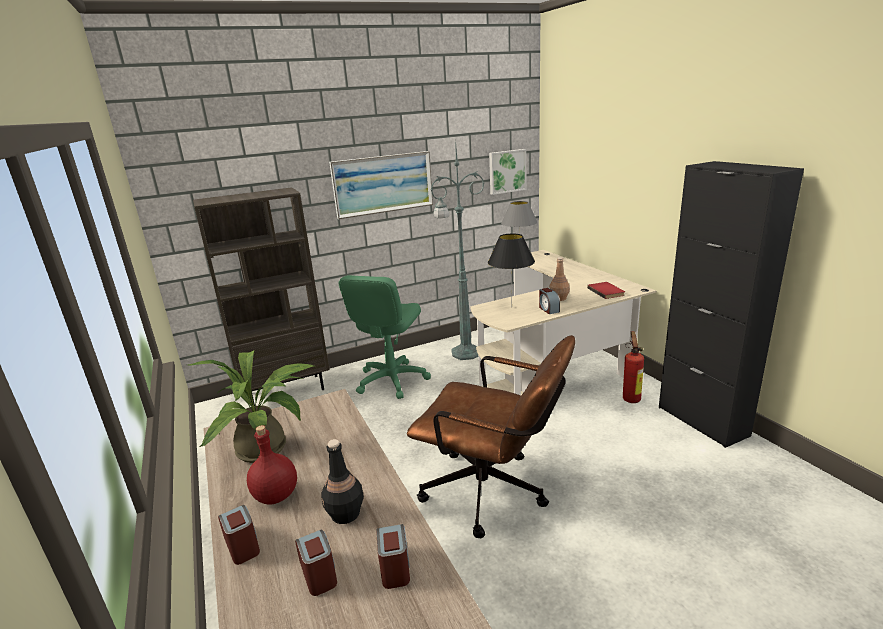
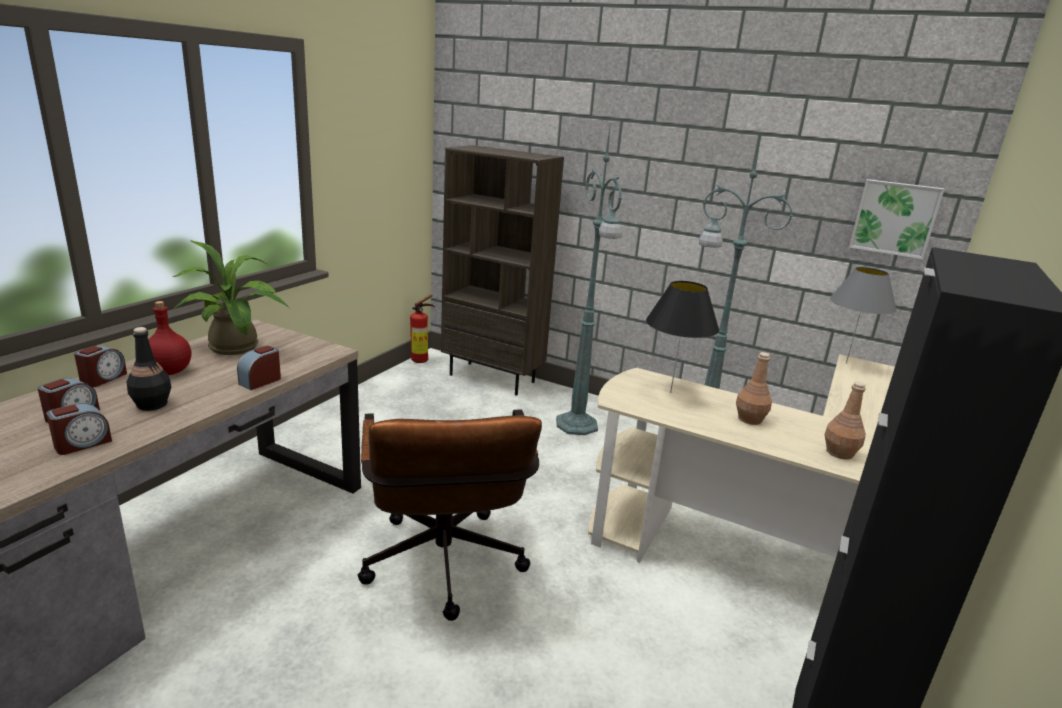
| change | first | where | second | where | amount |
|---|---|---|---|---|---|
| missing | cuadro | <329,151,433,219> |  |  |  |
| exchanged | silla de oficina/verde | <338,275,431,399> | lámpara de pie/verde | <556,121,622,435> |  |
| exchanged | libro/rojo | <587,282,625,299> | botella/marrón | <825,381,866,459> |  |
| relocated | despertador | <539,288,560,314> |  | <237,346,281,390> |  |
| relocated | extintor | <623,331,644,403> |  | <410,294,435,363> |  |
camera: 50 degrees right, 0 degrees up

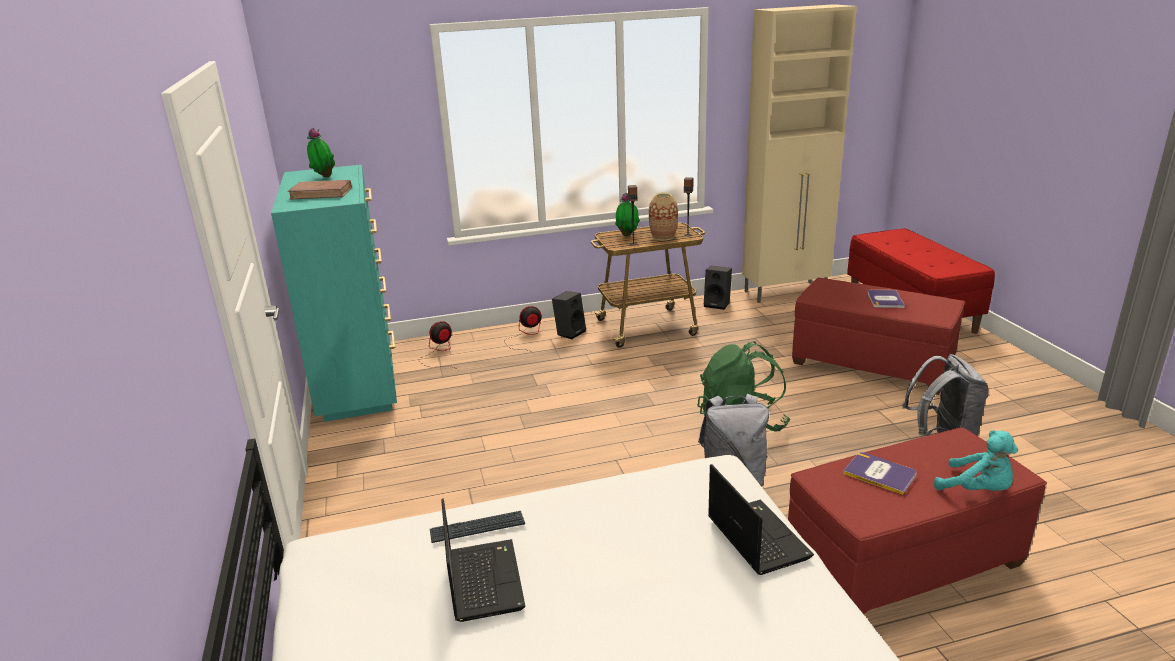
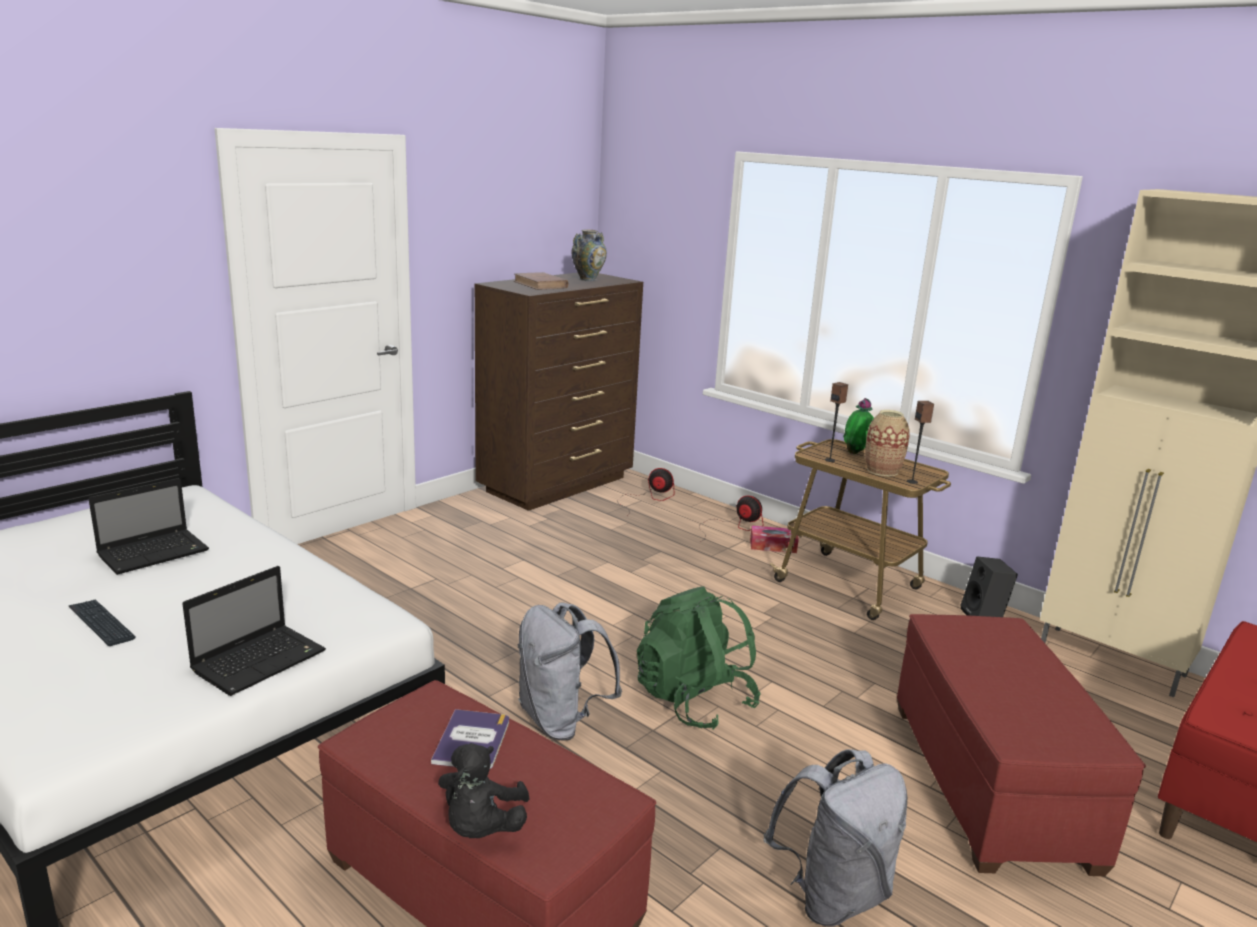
| change | first | where | second | where | amount |
|---|---|---|---|---|---|
| exchanged | planta en maceta | <307,128,335,177> | florero | <572,230,607,281> |  |
| colour | cómoda/turquesa | <271,165,397,422> | cómoda/marrón | <475,273,643,511> |  |
| missing | libro | <868,290,905,308> |  |  |  |
| exchanged | altavoz/negro | <552,291,586,339> | caja de pañuelos | <750,526,799,553> |  |
| colour | peluche/turquesa | <934,430,1018,491> | peluche/negro | <438,743,529,838> |  |
| relocated | teclado | <430,511,525,543> |  | <68,599,136,646> |  |
camera: 55 degrees right, 5 degrees down

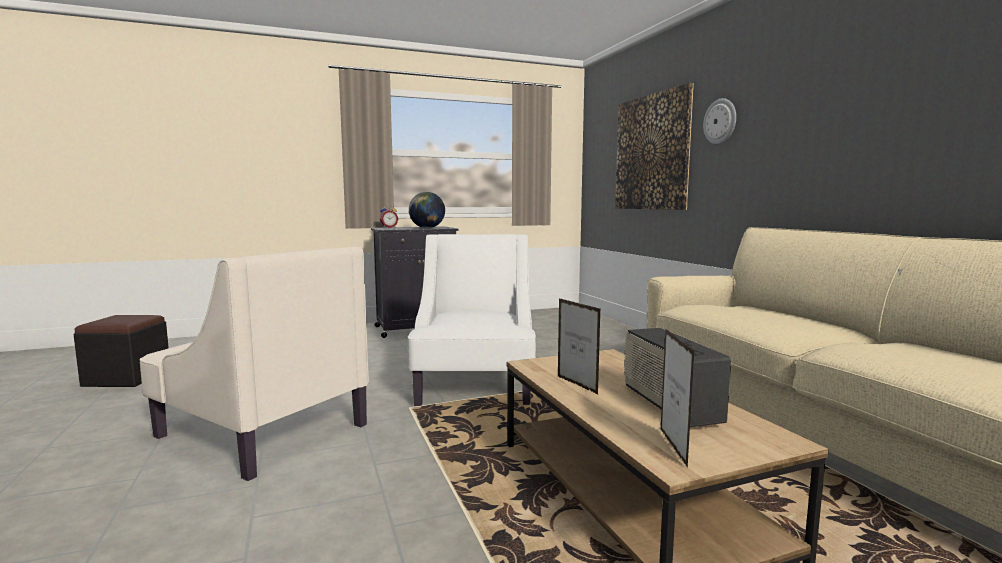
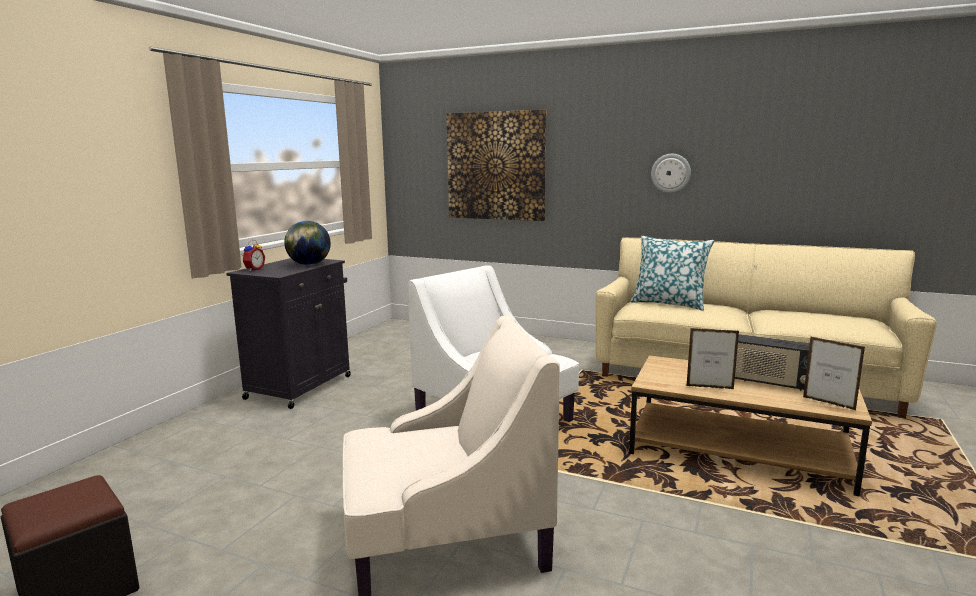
| change | first | where | second | where | amount |
|---|---|---|---|---|---|
| relocated | reloj de pared | <703,98,736,144> |  | <651,154,691,193> |  |
| appeared |  |  | cojín | <630,236,714,311> |  |
camera: 45 degrees left, 5 degrees up

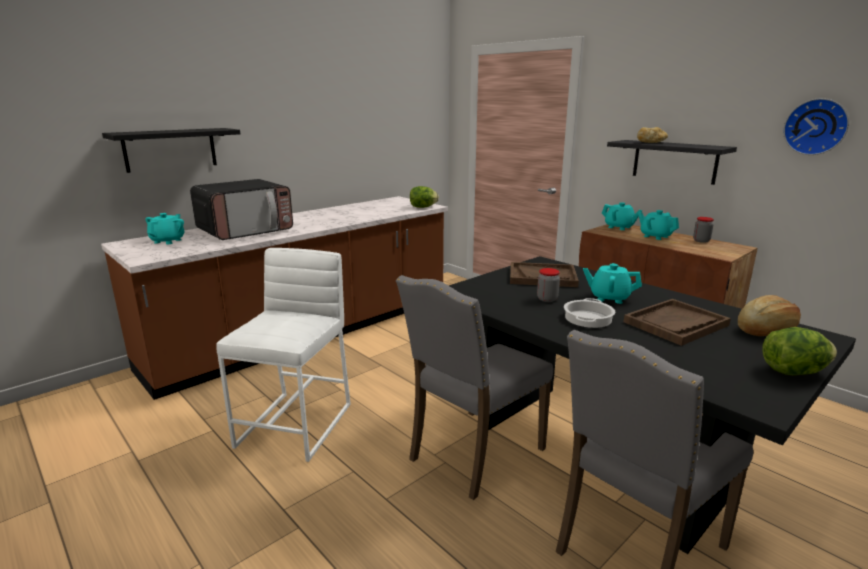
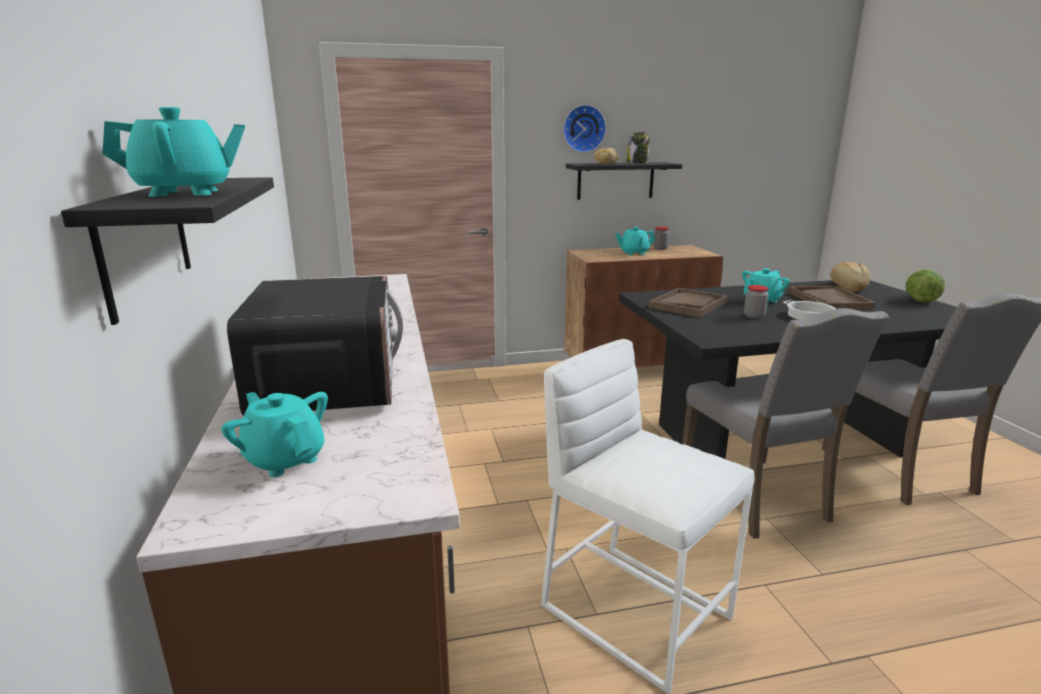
| change | first | where | second | where | amount |
|---|---|---|---|---|---|
| relocated | reloj de pared | <783,98,849,155> |  | <563,105,606,153> |  |
| missing | lechuga | <410,186,439,208> |  |  |  |
| relocated | tetera/turquesa | <602,202,642,230> |  | <102,107,245,197> |  |
| appeared |  |  | tarro | <627,132,650,164> |  |
camera: 60 degrees left, 0 degrees up

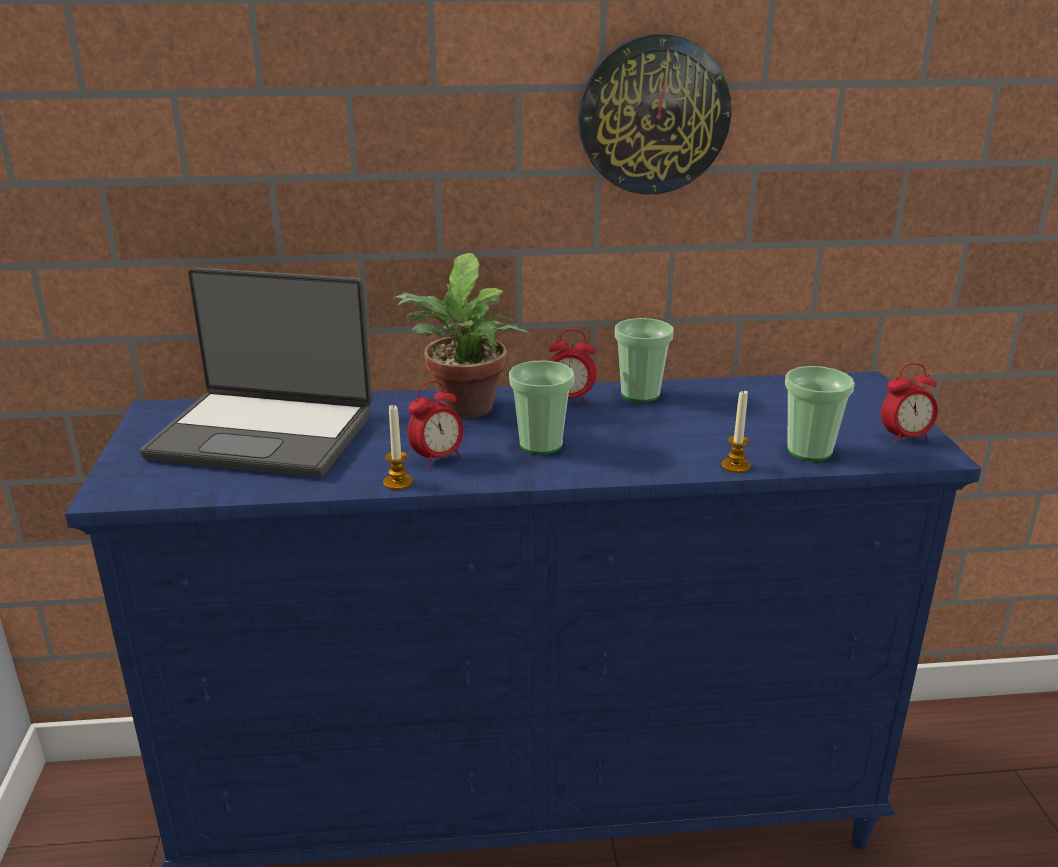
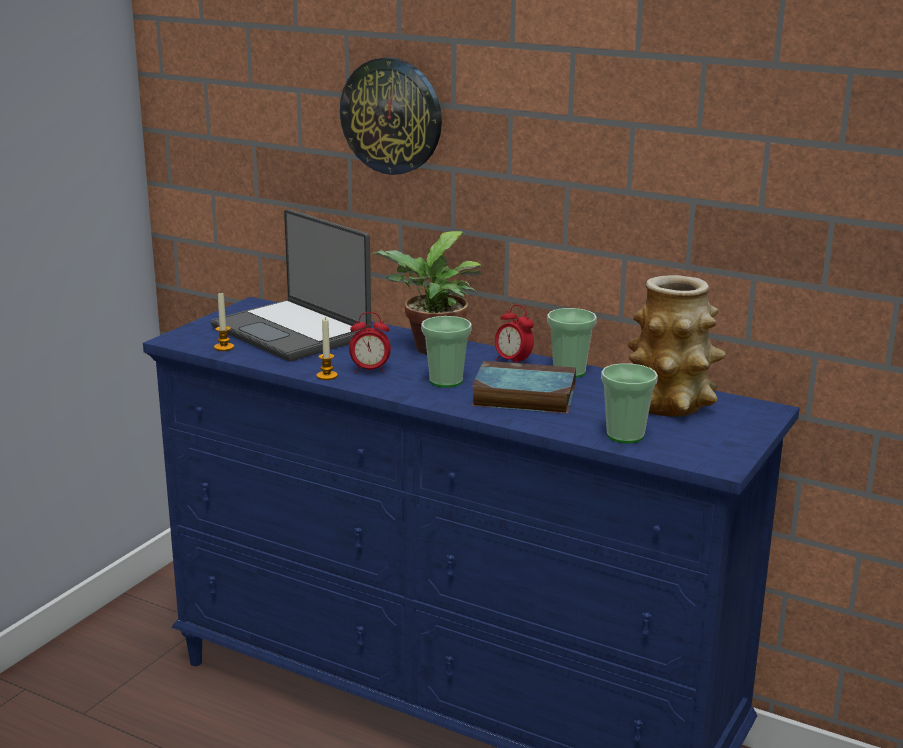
| change | first | where | second | where | amount |
|---|---|---|---|---|---|
| relocated | reloj de pared | <578,34,731,194> |  | <340,57,442,175> |  |
| missing | despertador | <881,363,938,445> |  |  |  |
| relocated | vela | <722,390,751,473> |  | <214,291,234,351> |  |
| appeared |  |  | florero | <628,275,726,417> |  |
| appeared |  |  | libro | <471,361,576,414> |  |
camera: 35 degrees right, 5 degrees down

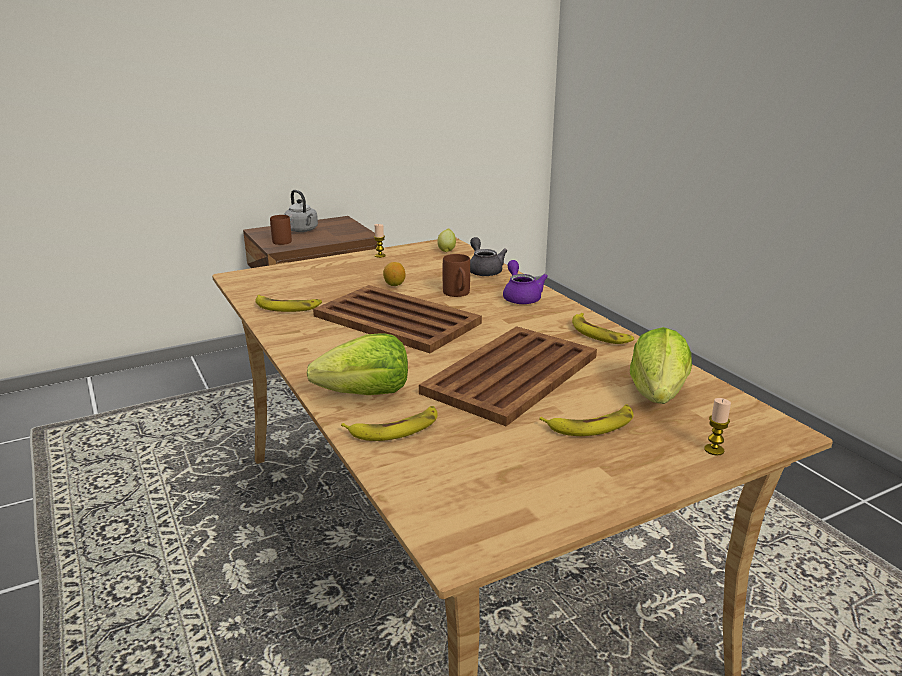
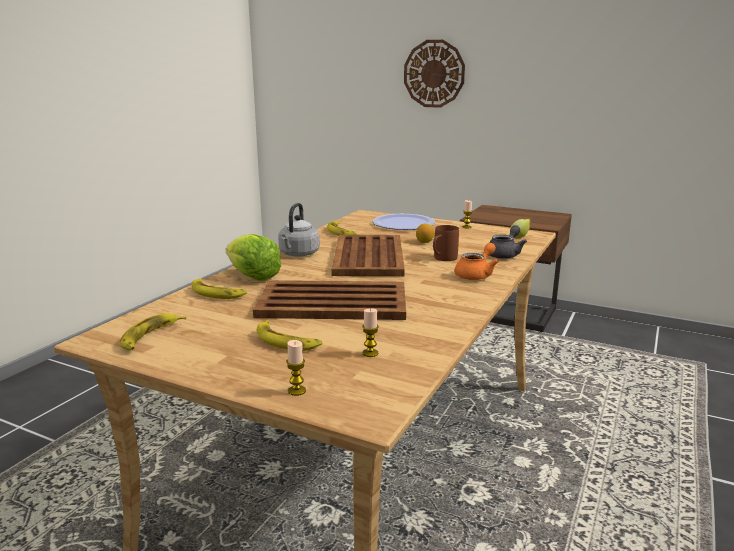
| change | first | where | second | where | amount |
|---|---|---|---|---|---|
| relocated | hervidor/gris | <284,190,318,232> |  | <278,203,320,257> |  |
| missing | taza grande/marrón | <270,215,292,245> |  |  |  |
| colour | tetera/morado | <503,260,548,304> | tetera/naranja | <454,243,499,280> |  |
| relocated | plátano | <572,313,634,344> |  | <120,313,186,350> |  |
| exchanged | lechuga | <630,327,692,404> | vela | <362,308,379,357> |  |
| appeared |  |  | reloj de pared | <404,40,465,108> |  |
| appeared |  |  | plato | <372,214,435,230> |  |
camera: 55 degrees right, 5 degrees down

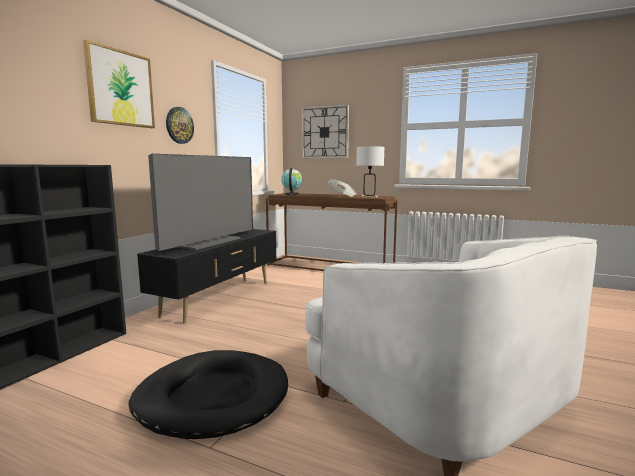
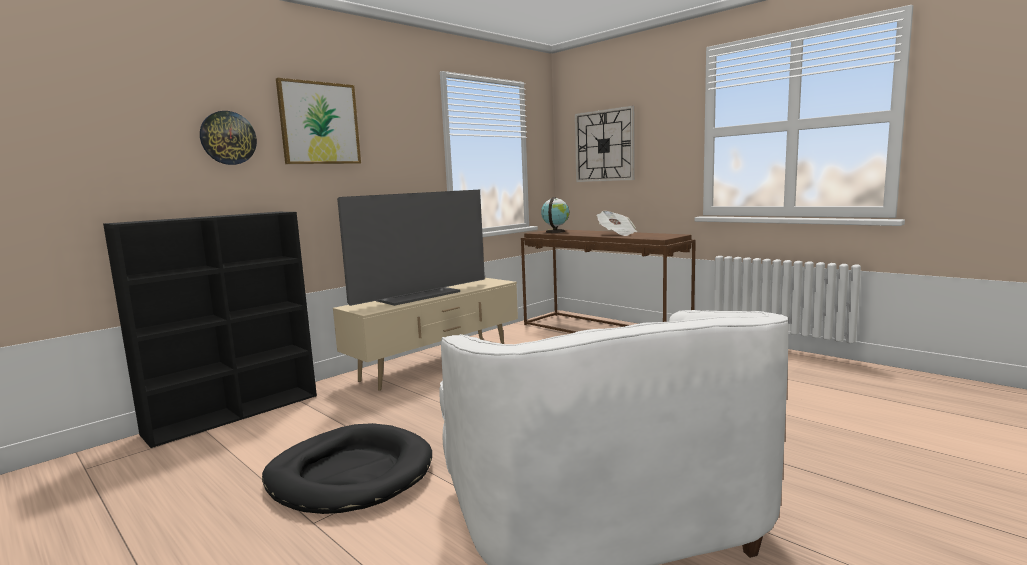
| change | first | where | second | where | amount |
|---|---|---|---|---|---|
| relocated | reloj de pared | <166,107,194,144> |  | <200,111,257,165> |  |
| missing | lámpara de mesa/blanco | <356,146,384,198> |  |  |  |
| colour | mueble de televisión/negro | <137,229,276,324> | mueble de televisión/beis | <333,278,518,391> |  |
camera: 20 degrees right, 0 degrees up

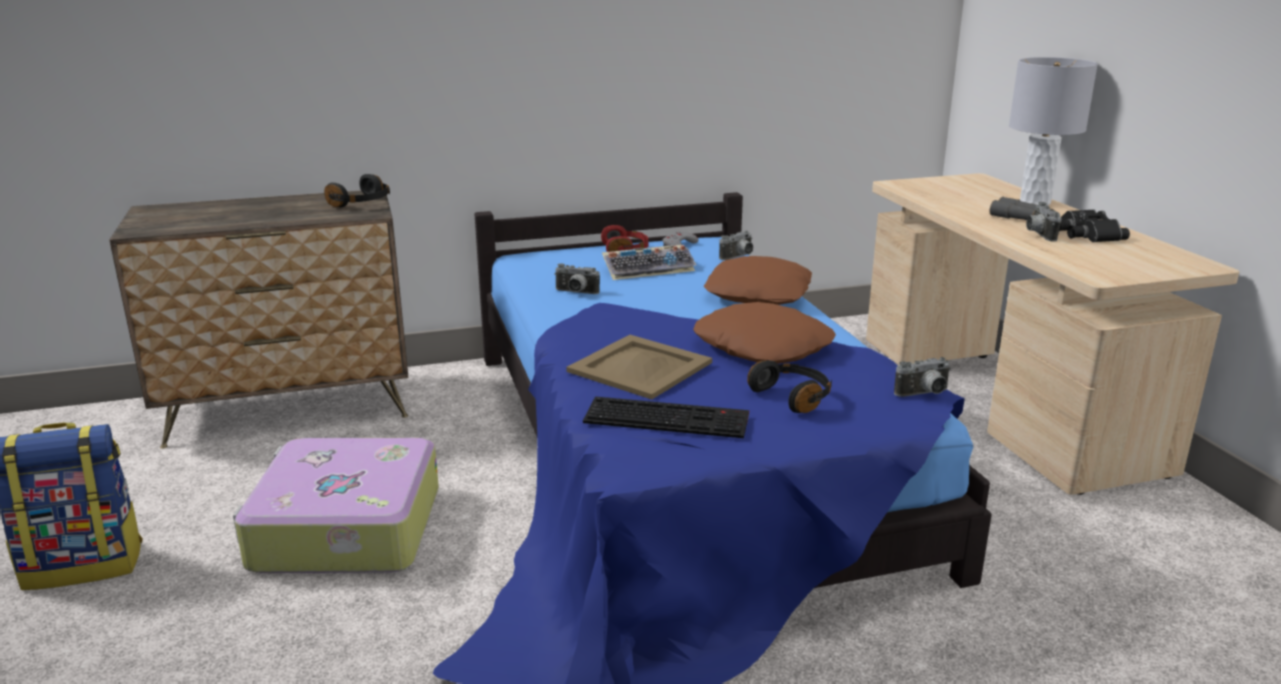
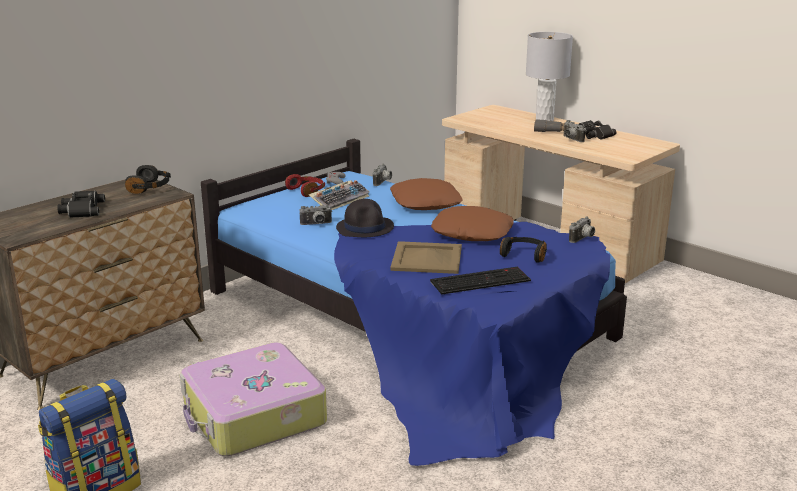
| change | first | where | second | where | amount |
|---|---|---|---|---|---|
| appeared |  |  | prismáticos/negro | <57,191,105,218> |  |
| appeared |  |  | sombrero/negro | <336,199,394,237> |  |
camera: 30 degrees left, 0 degrees up

